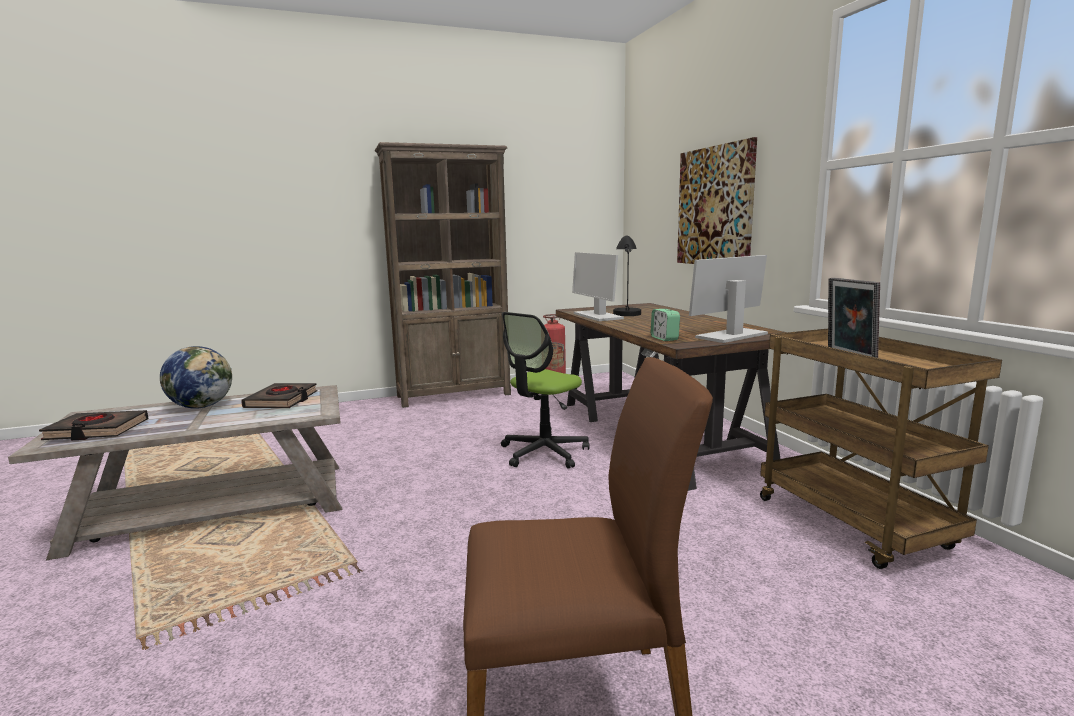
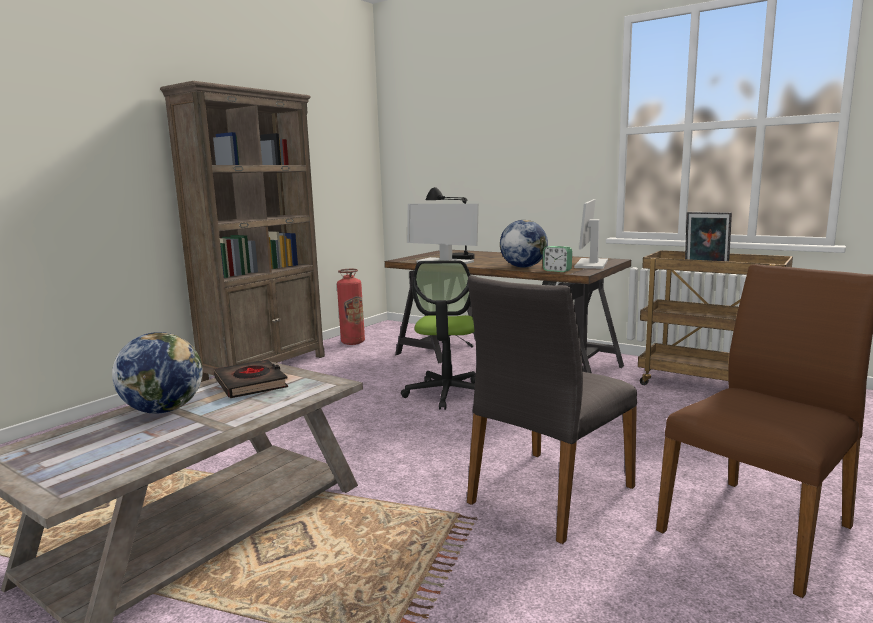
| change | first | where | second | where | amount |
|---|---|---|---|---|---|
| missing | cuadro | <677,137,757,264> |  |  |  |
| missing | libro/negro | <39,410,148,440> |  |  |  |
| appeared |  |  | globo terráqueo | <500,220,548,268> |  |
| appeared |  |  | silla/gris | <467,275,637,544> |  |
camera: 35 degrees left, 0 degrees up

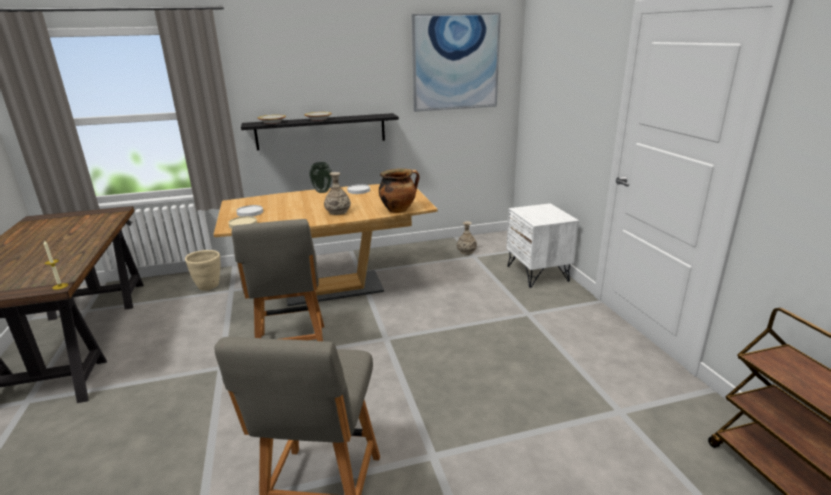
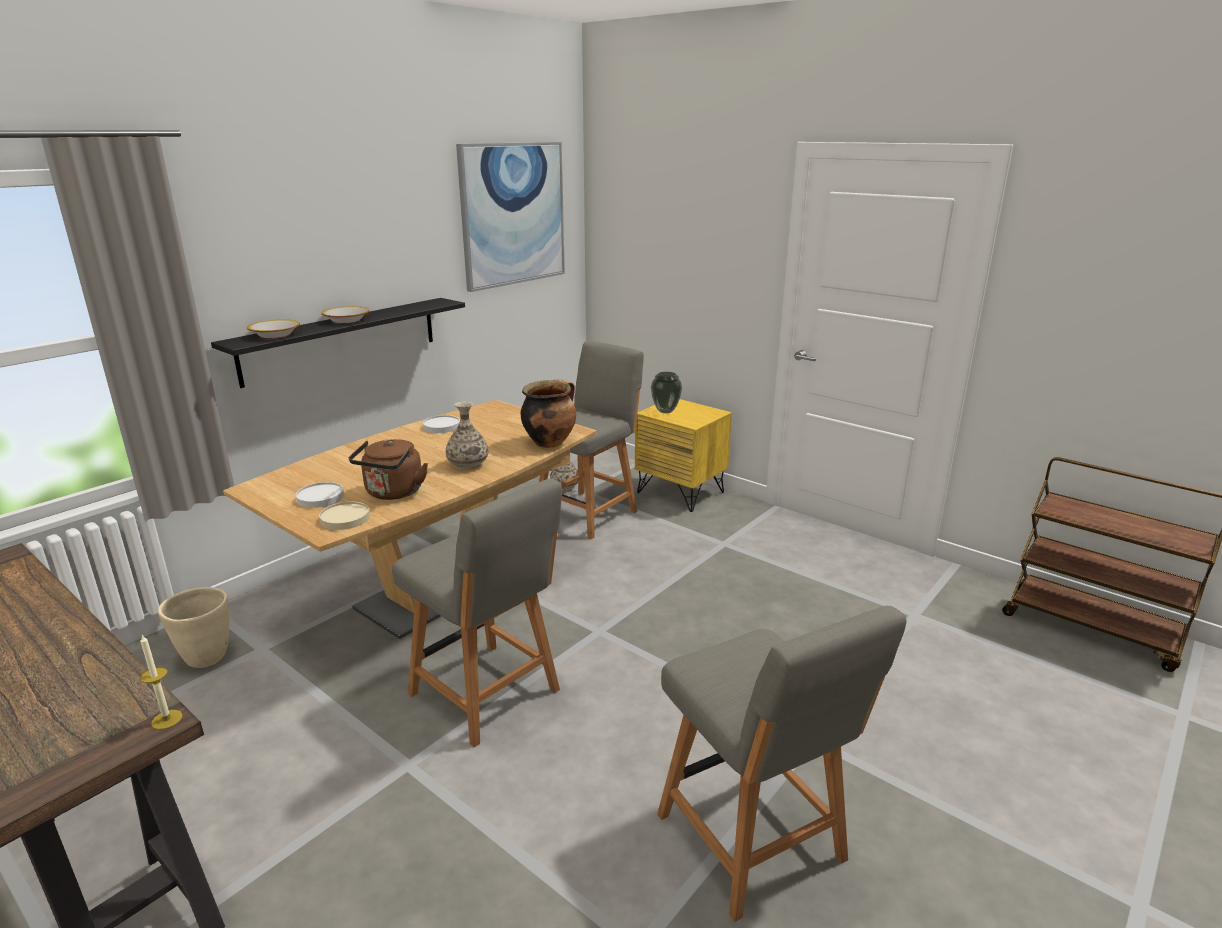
| change | first | where | second | where | amount |
|---|---|---|---|---|---|
| relocated | florero | <309,162,332,193> |  | <651,372,682,413> |  |
| colour | mesita de noche/blanco | <506,203,579,288> | mesita de noche/amarillo | <635,399,732,512> |  |
| appeared |  |  | silla/gris | <539,341,644,539> |  |
| appeared |  |  | hervidor/marrón | <349,439,428,500> |  |
camera: 35 degrees left, 0 degrees up

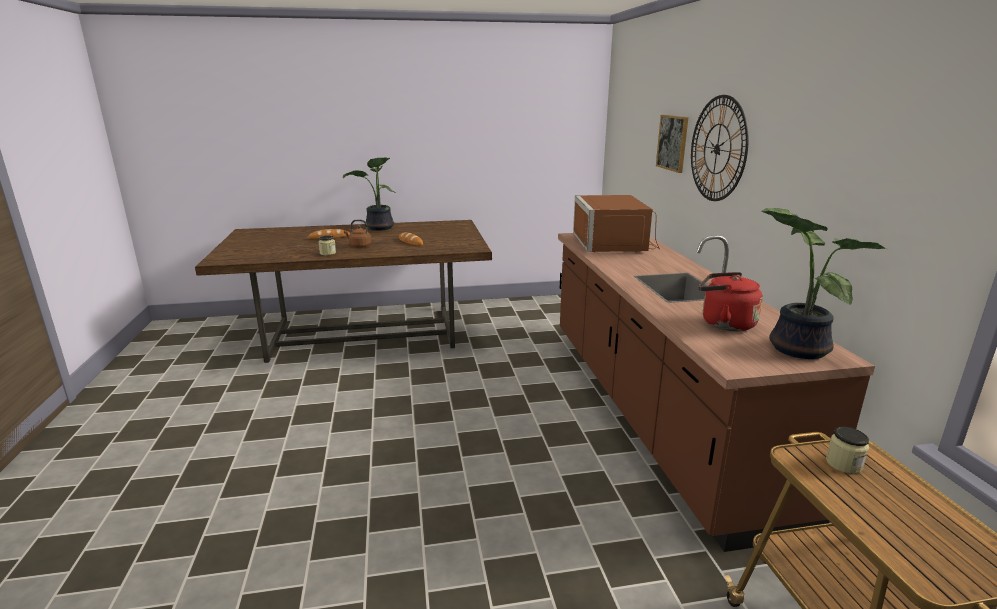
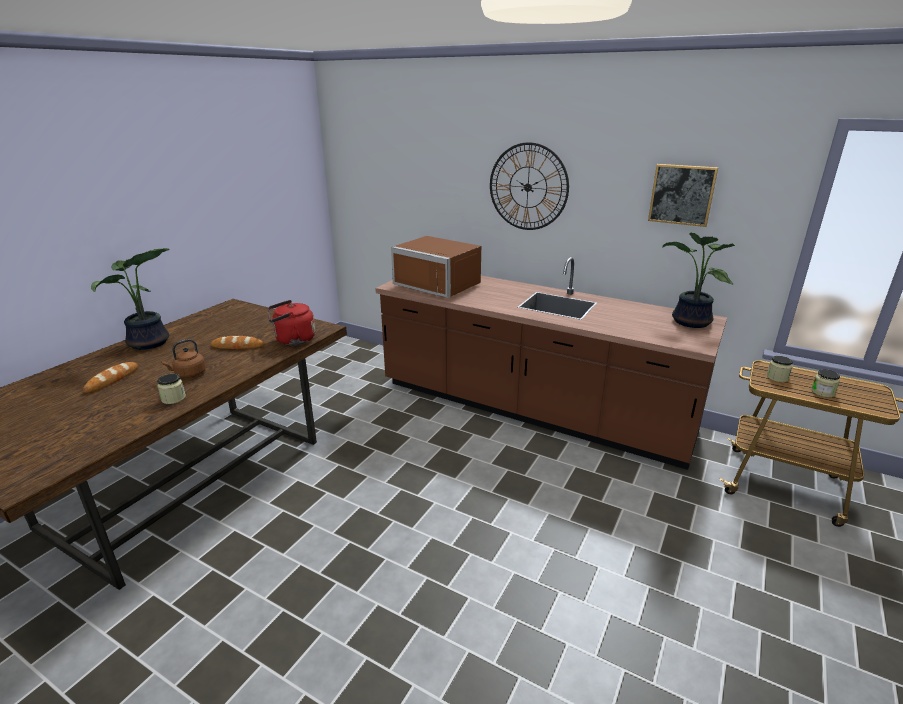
| change | first | where | second | where | amount |
|---|---|---|---|---|---|
| relocated | cuadro | <656,115,689,173> |  | <648,164,718,227> |  |
| relocated | hervidor/rojo | <698,272,763,331> |  | <268,300,315,345> |  |
| appeared |  |  | tarro | <811,369,840,397> |  |
camera: 50 degrees left, 5 degrees up

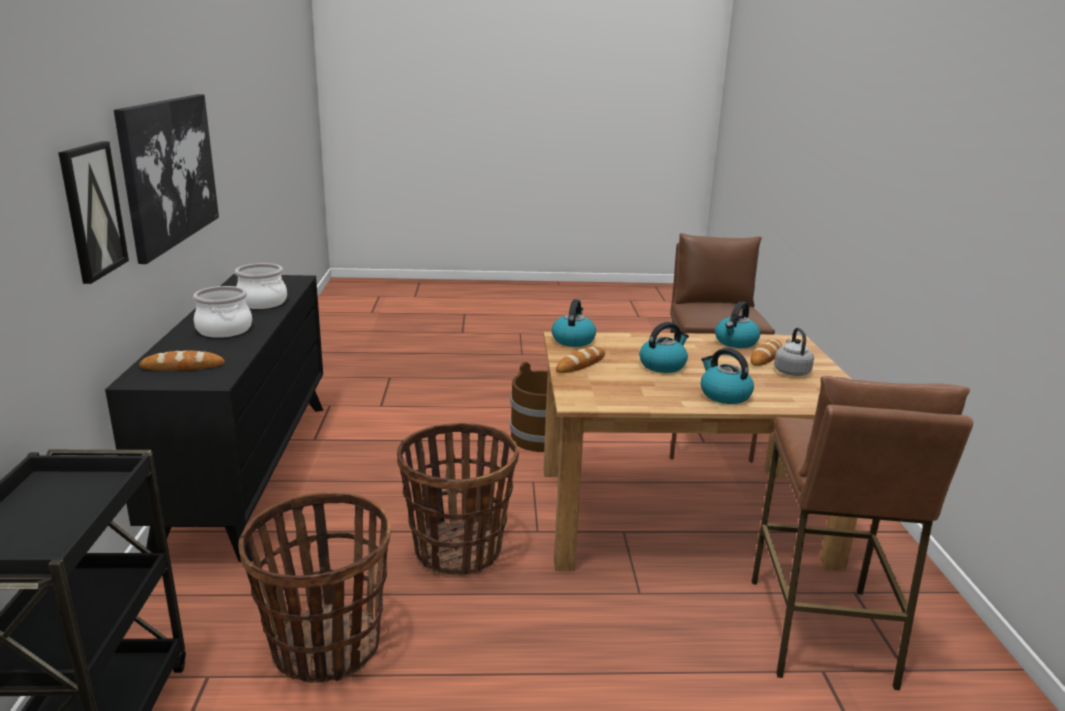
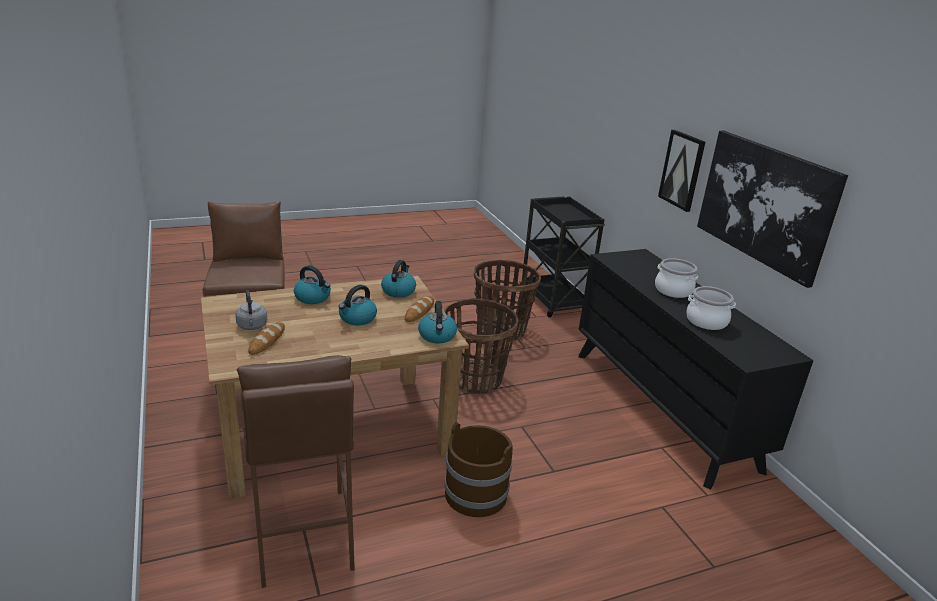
| change | first | where | second | where | amount |
|---|---|---|---|---|---|
| relocated | hervidor | <715,302,760,348> |  | <381,260,416,298> |  |
| missing | pan | <139,350,225,371> |  |  |  |
camera: 160 degrees right, 5 degrees up

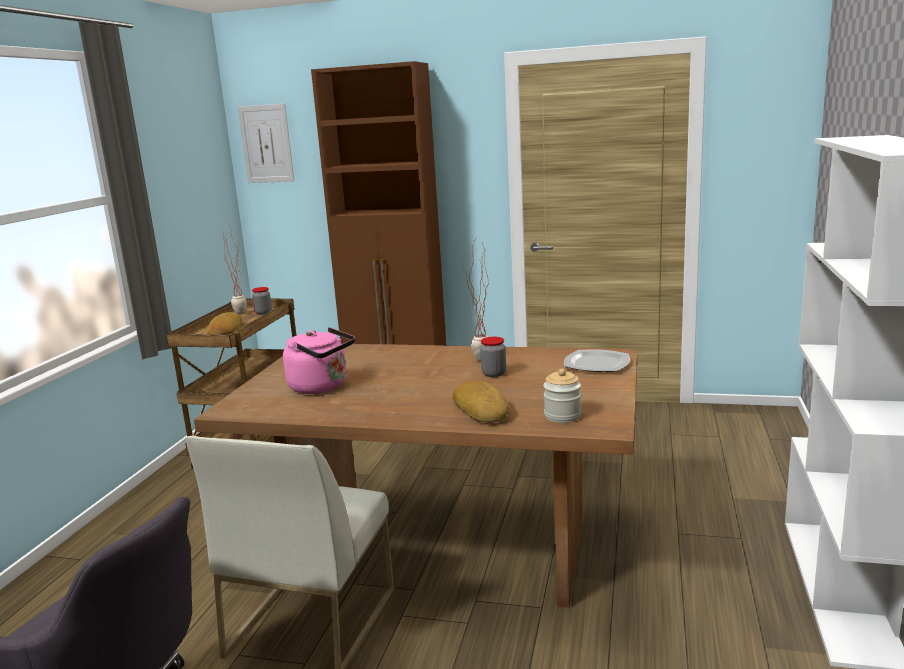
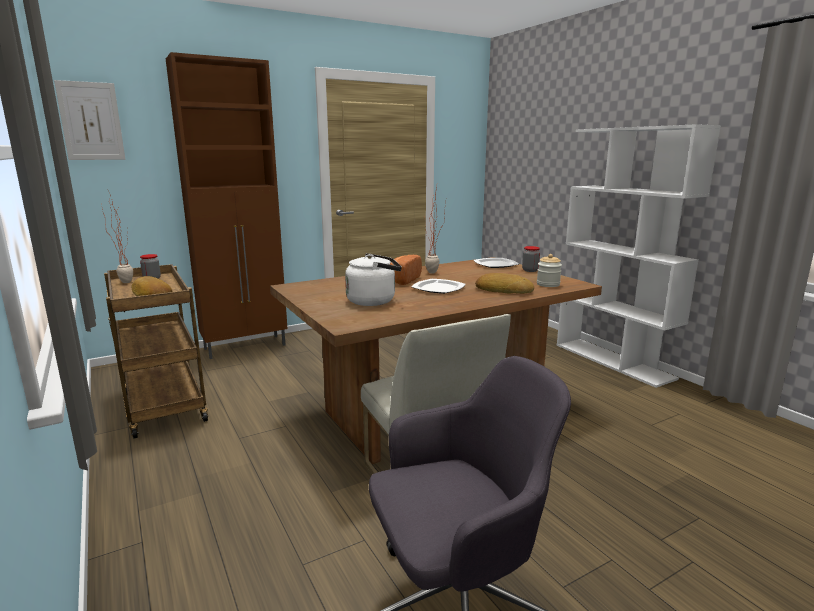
| change | first | where | second | where | amount |
|---|---|---|---|---|---|
| colour | hervidor/rosa | <283,327,355,394> | hervidor/blanco | <345,253,402,306> |  |
| relocated | tarro | <480,337,506,377> |  | <522,246,540,272> |  |
| appeared |  |  | pan | <390,255,422,285> |  |
| appeared |  |  | plato | <411,279,466,294> |  |
camera: 45 degrees left, 0 degrees up

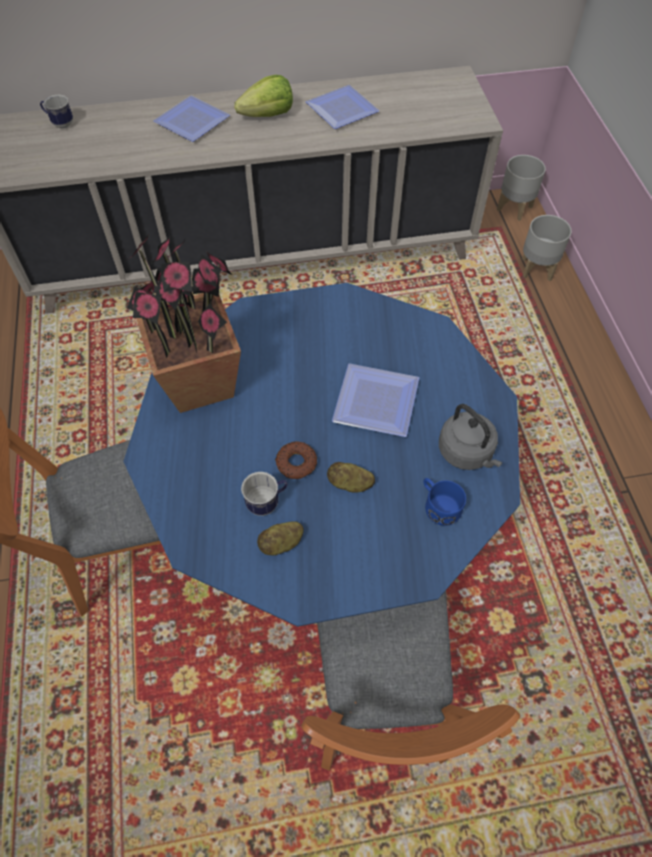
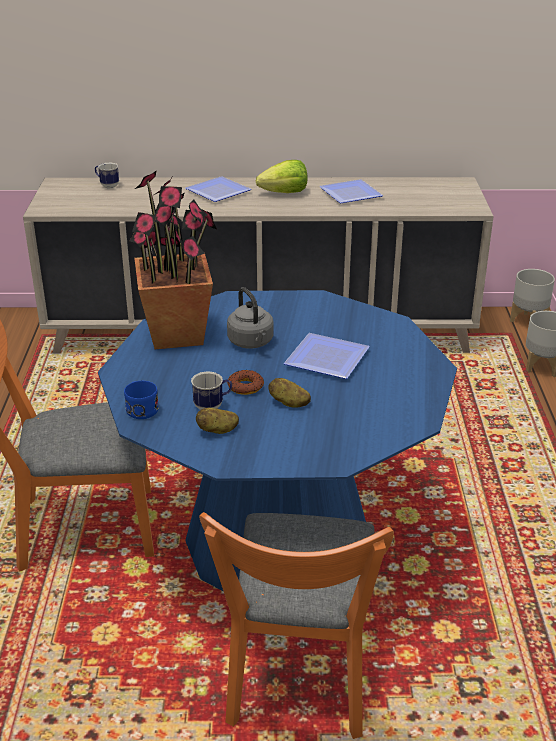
| change | first | where | second | where | amount |
|---|---|---|---|---|---|
| relocated | hervidor/gris | <439,404,503,470> |  | <227,287,274,349> |  |
| relocated | taza grande/azul | <424,478,466,526> |  | <124,381,159,419> |  |
camera: 10 degrees right, 25 degrees down

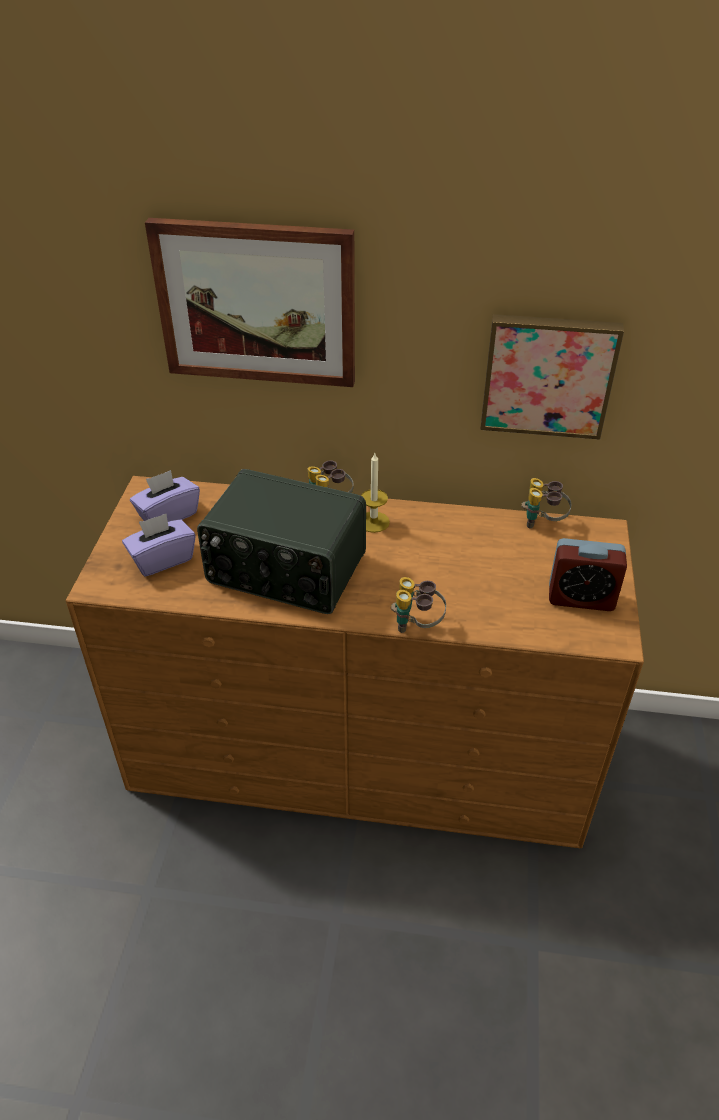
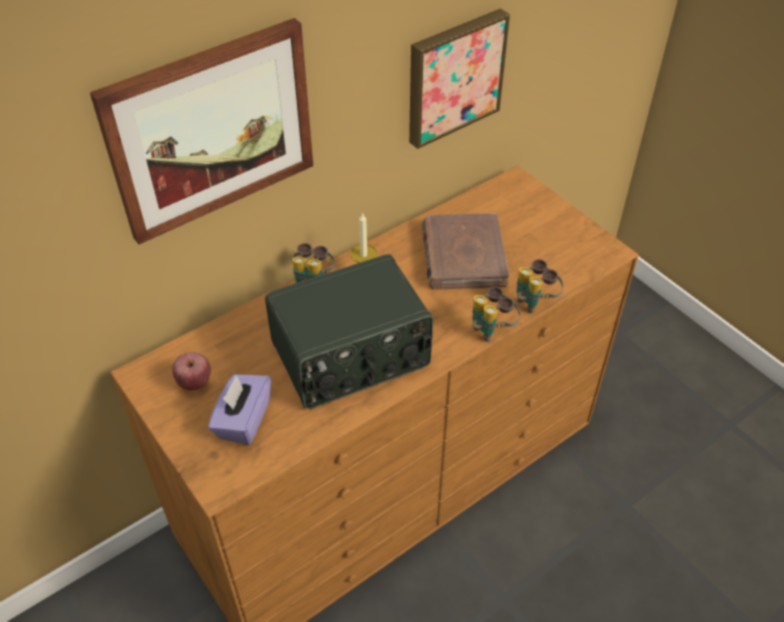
| change | first | where | second | where | amount |
|---|---|---|---|---|---|
| exchanged | caja de pañuelos/morado | <130,470,200,522> | manzana | <172,352,211,390> |  |
| relocated | prismáticos | <521,478,571,529> |  | <517,259,563,314> |  |
| missing | despertador | <549,538,627,611> |  |  |  |
| appeared |  |  | libro/marrón | <422,213,509,290> |  |
camera: 45 degrees left, 5 degrees up

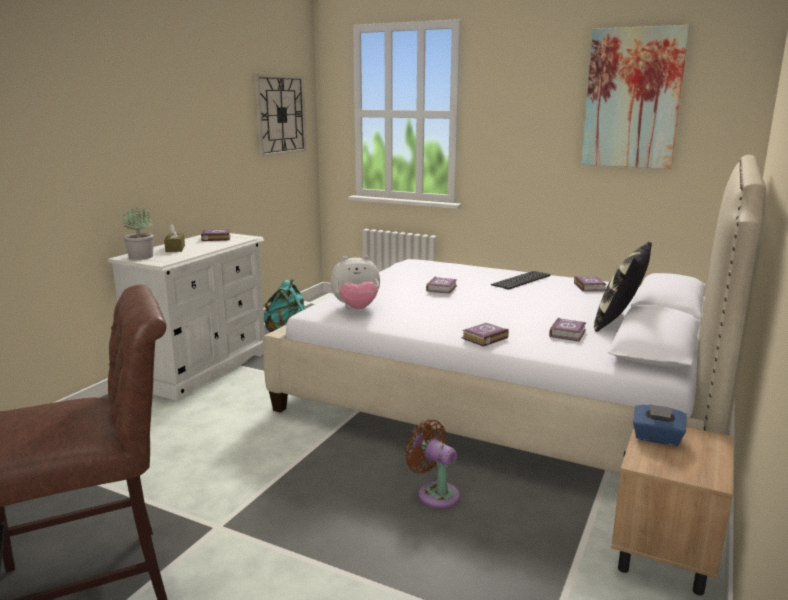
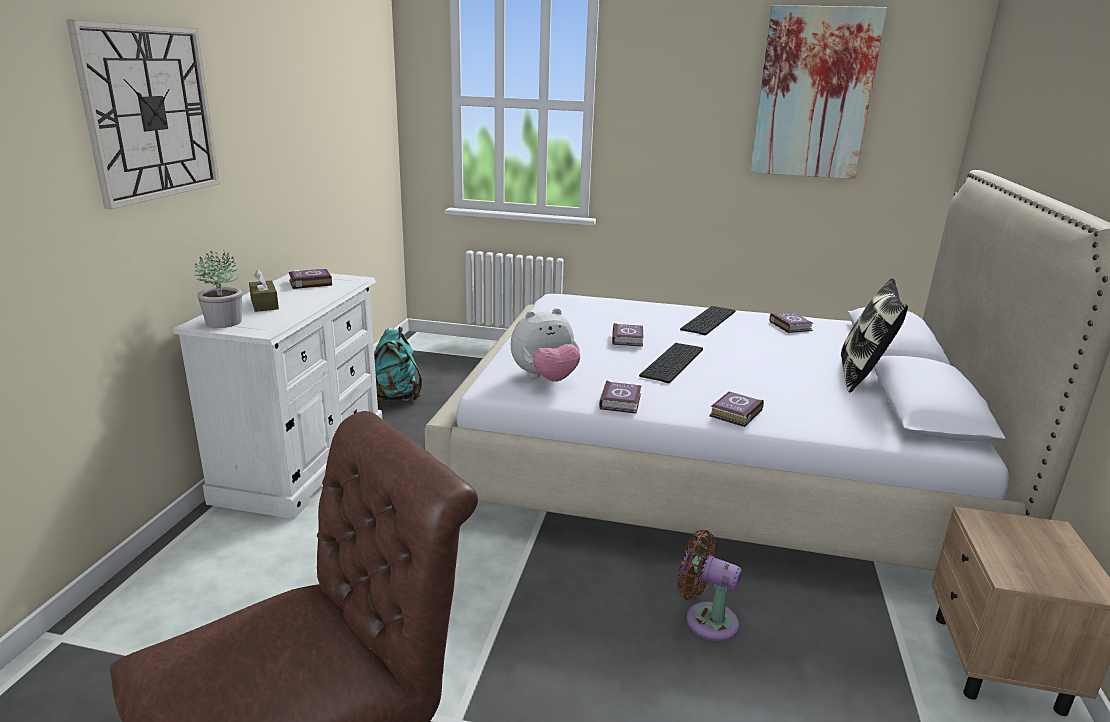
| change | first | where | second | where | amount |
|---|---|---|---|---|---|
| relocated | reloj de pared | <255,74,306,157> |  | <66,19,220,209> |  |
| relocated | libro | <549,318,586,342> |  | <599,380,642,414> |  |
| missing | caja de pañuelos/azul | <633,404,687,446> |  |  |  |
| appeared |  |  | teclado | <639,343,703,383> |  |
camera: 15 degrees left, 5 degrees up

